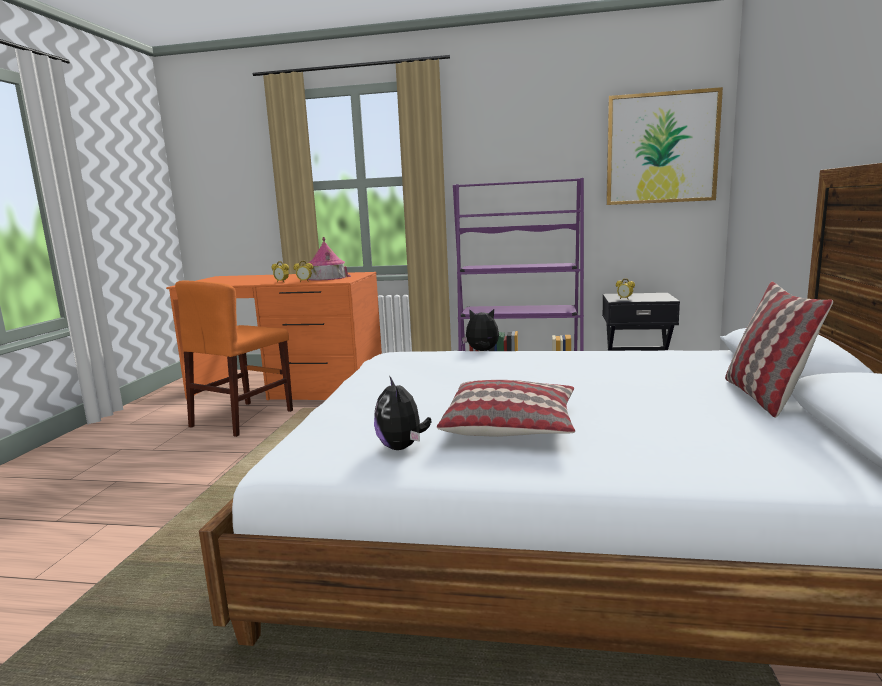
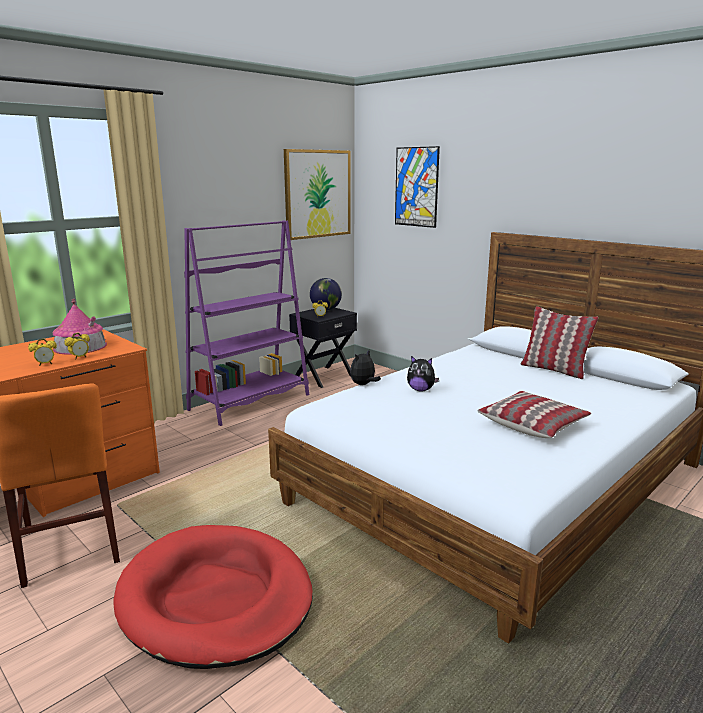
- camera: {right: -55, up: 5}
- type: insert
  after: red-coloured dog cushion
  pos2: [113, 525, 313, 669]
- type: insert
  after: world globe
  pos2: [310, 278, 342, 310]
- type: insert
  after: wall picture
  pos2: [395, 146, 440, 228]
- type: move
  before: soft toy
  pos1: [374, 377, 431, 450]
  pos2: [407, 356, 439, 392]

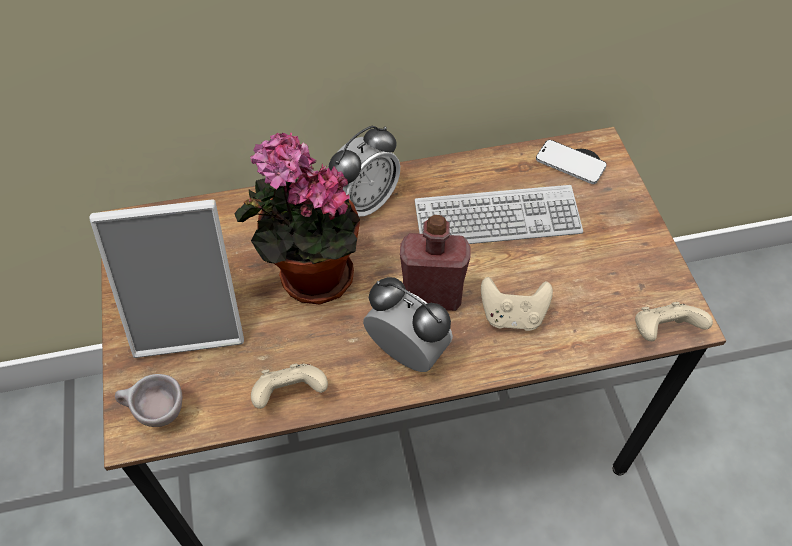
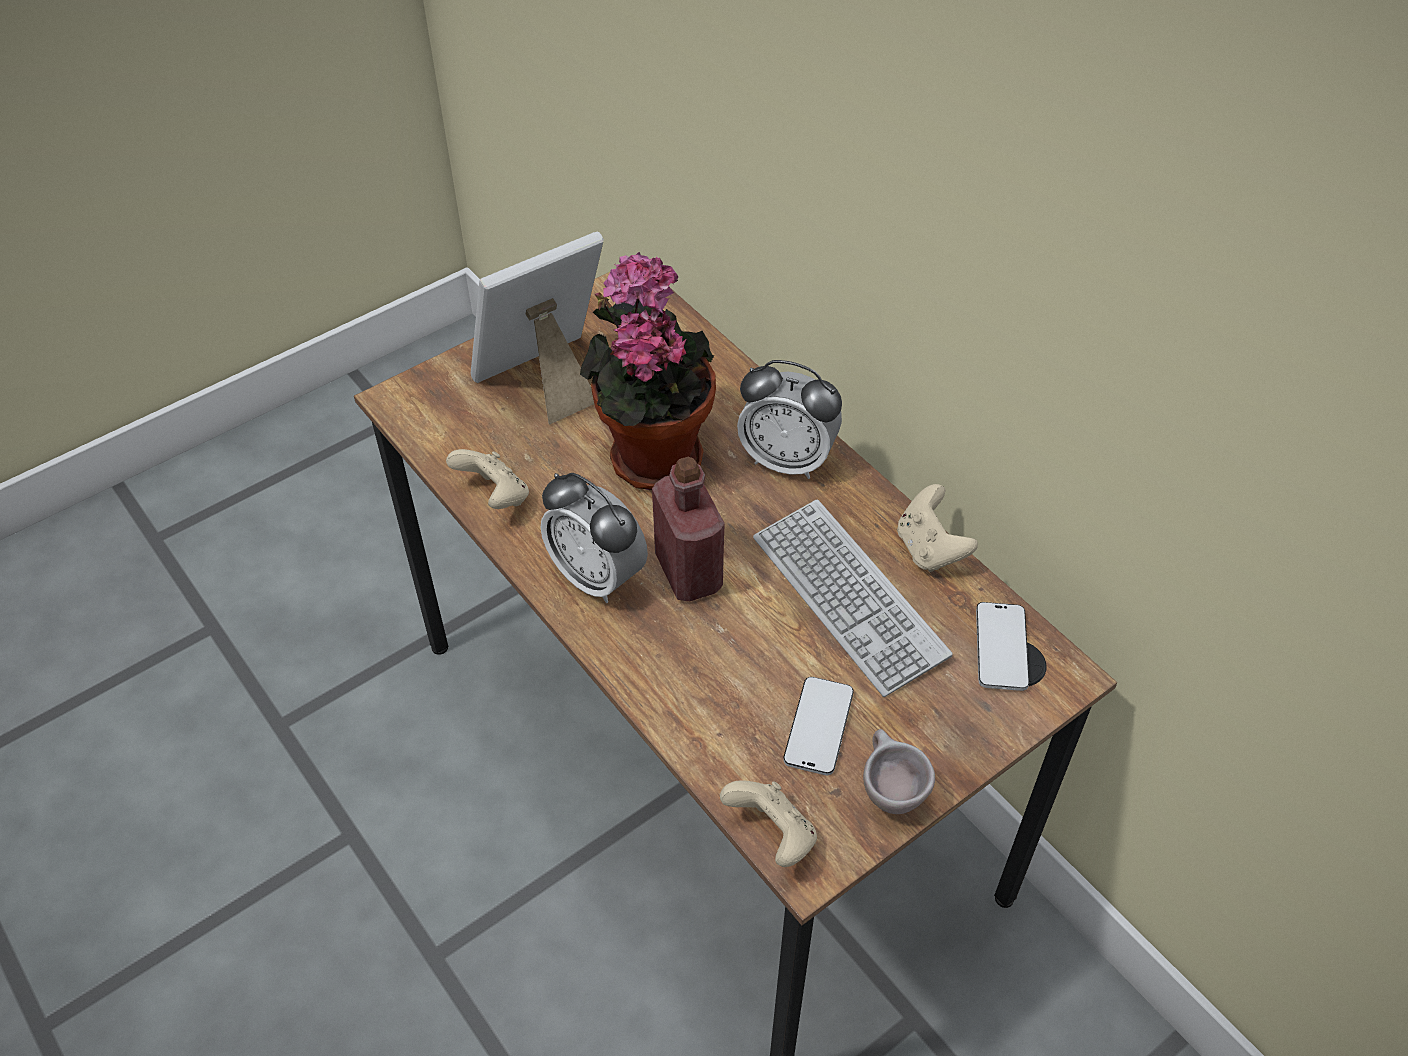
- camera: {right: 65, up: -5}
- type: insert
  after: phone
  pos2: [783, 677, 854, 775]
- type: move
  before: beige cup
  pos1: [115, 374, 182, 427]
  pos2: [863, 729, 935, 814]
- type: move
  before: beige game controller
  pos1: [481, 277, 553, 331]
  pos2: [897, 484, 978, 572]
- type: rotate
  before: picture frame
  pos1: [89, 199, 244, 358]
  pos2: [471, 232, 604, 424]
  turn: 90
- type: rotate
  before: alarm clock
  pos1: [363, 277, 453, 372]
  pos2: [540, 473, 648, 603]
  turn: 120

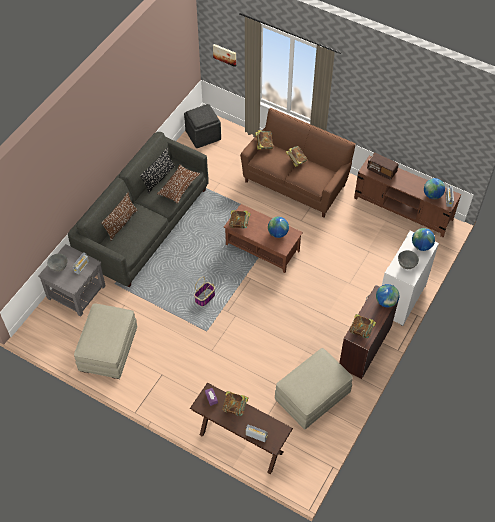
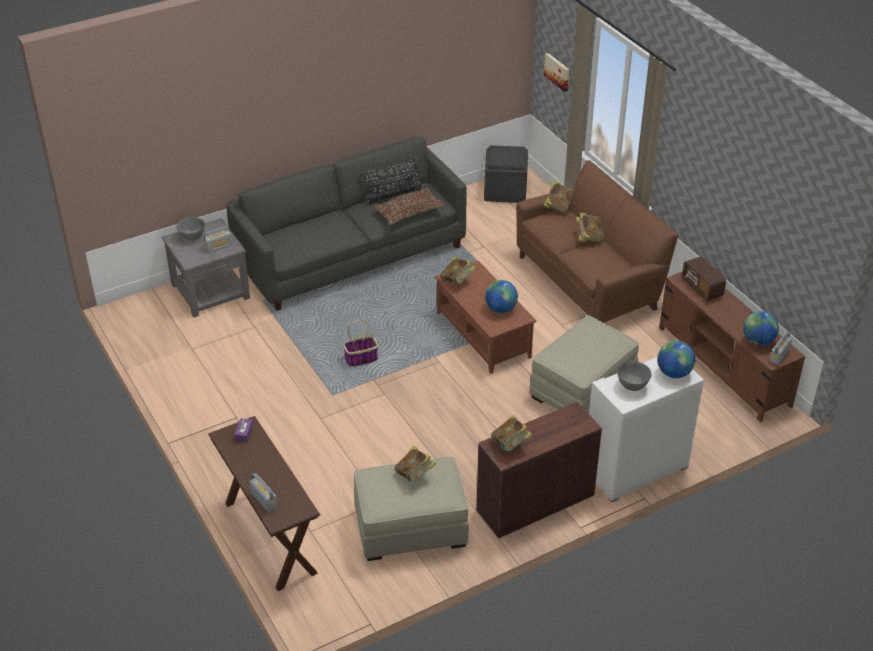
- camera: {right: 30, up: -15}
- type: delete
  before: brown-coloured cushion
  pos1: [101, 193, 137, 240]
- type: delete
  before: world globe
  pos1: [376, 284, 399, 307]
- type: move
  before: beige footrest
  pos1: [74, 303, 137, 379]
  pos2: [529, 315, 639, 414]
- type: move
  before: volume
  pos1: [222, 391, 249, 416]
  pos2: [395, 446, 436, 483]

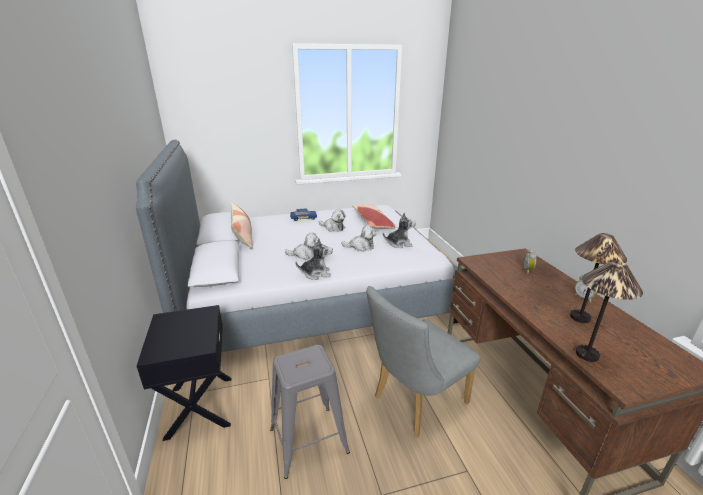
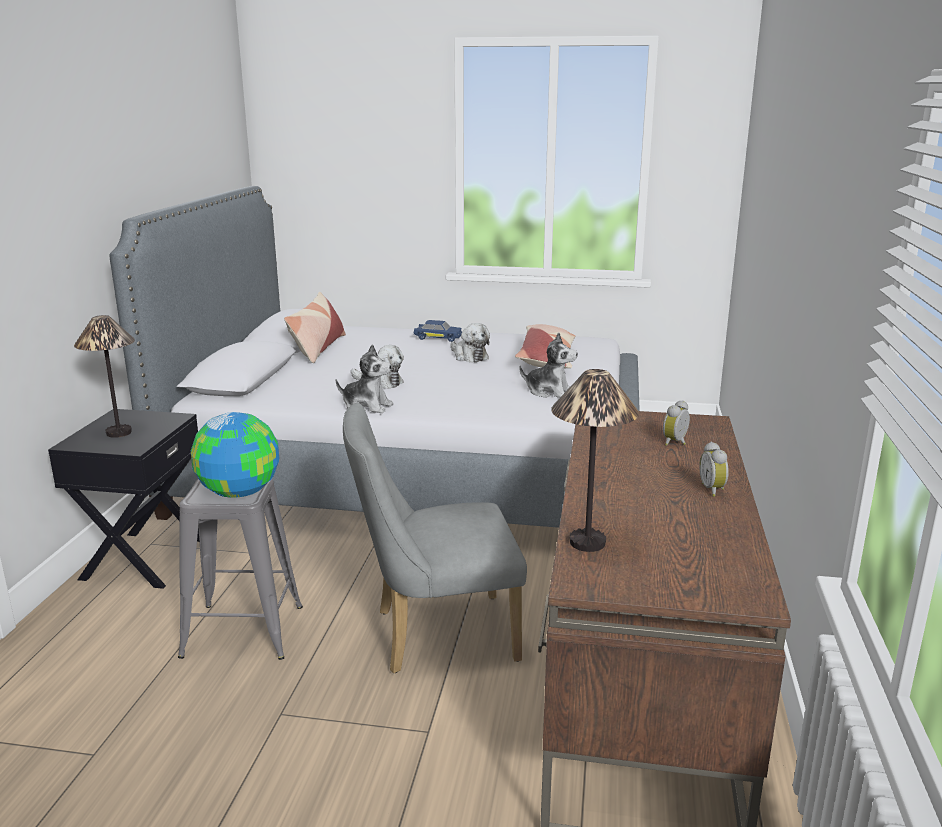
- camera: {right: 25, up: -5}
- type: delete
  before: soft toy
  pos1: [341, 225, 376, 252]
- type: insert
  after: world globe
  pos2: [191, 412, 279, 498]
- type: move
  before: table lamp
  pos1: [570, 233, 627, 323]
  pos2: [74, 315, 135, 438]

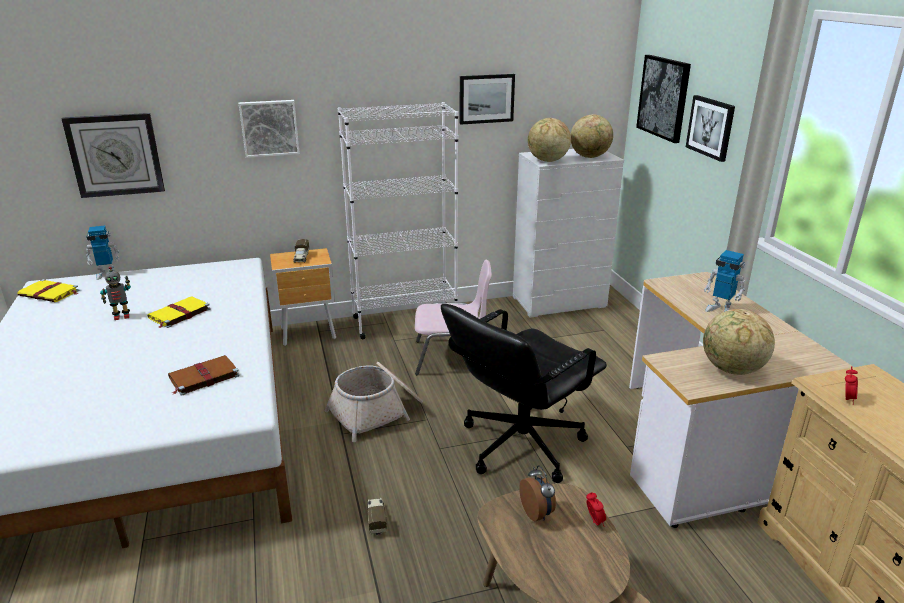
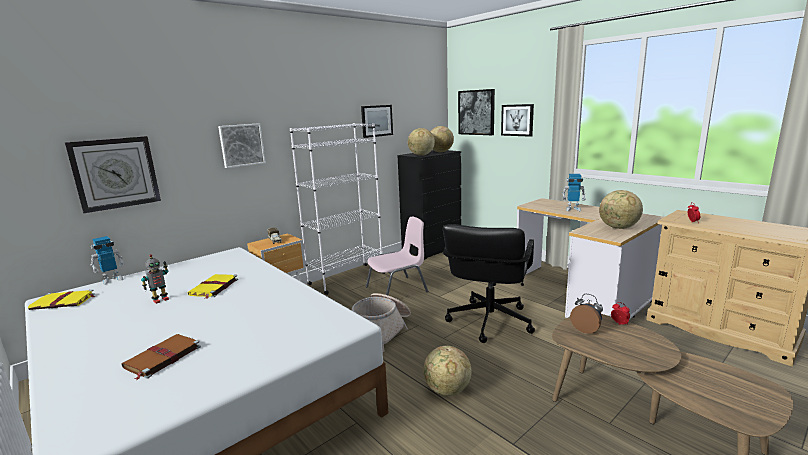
- camera: {right: -25, up: -10}
- type: move
  before: brown-coloured volume
  pos1: [168, 355, 239, 396]
  pos2: [121, 334, 201, 380]
- type: replace
  before: toy truck
  after: world globe
  pos1: [367, 498, 387, 535]
  pos2: [423, 346, 472, 396]
- type: recolor
  before: whitish dresser
  after: black dresser
  pos1: [513, 149, 624, 318]
  pos2: [397, 150, 461, 260]

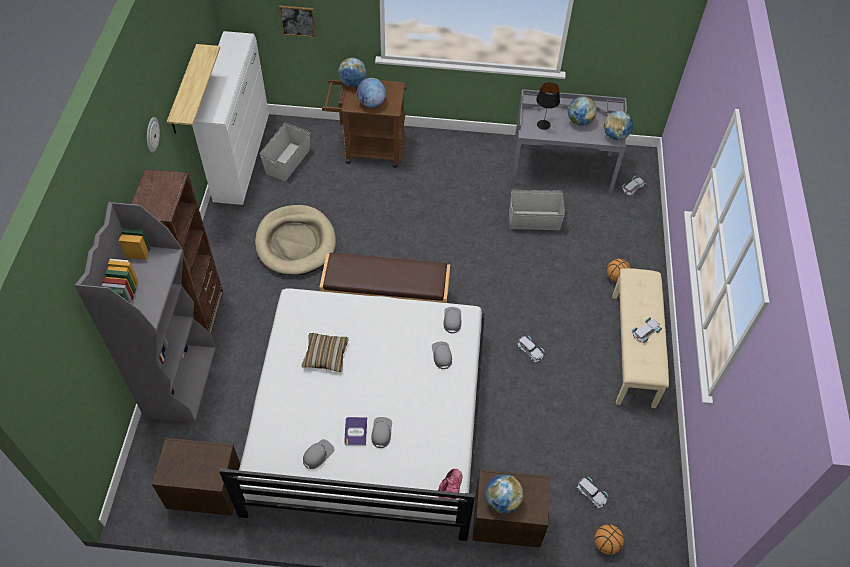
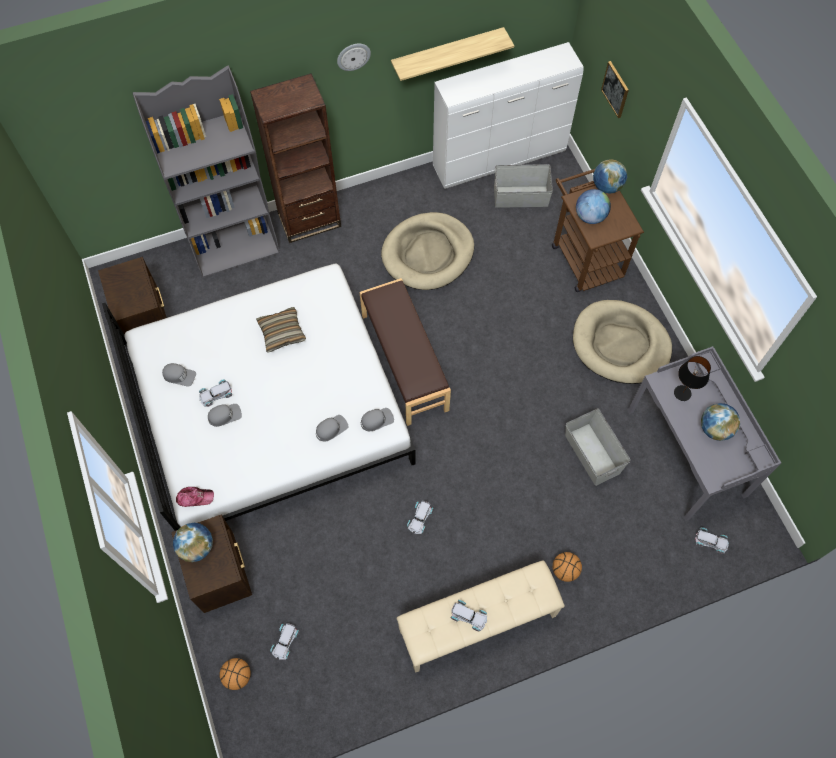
- camera: {right: 65, up: 10}
- type: delete
  before: world globe
  pos1: [604, 111, 634, 140]
- type: insert
  after: beige dog cushion
  pos2: [573, 300, 672, 384]
- type: replace
  before: volume
  after: whitish miniature car
  pos1: [344, 417, 367, 446]
  pos2: [199, 379, 232, 407]

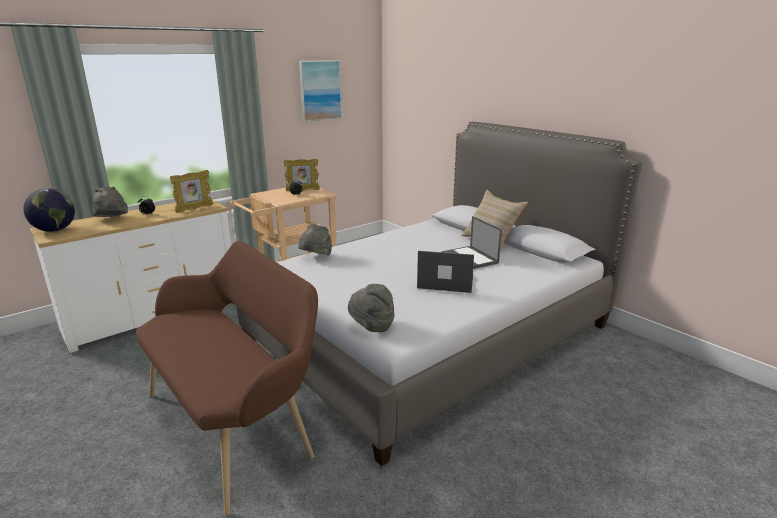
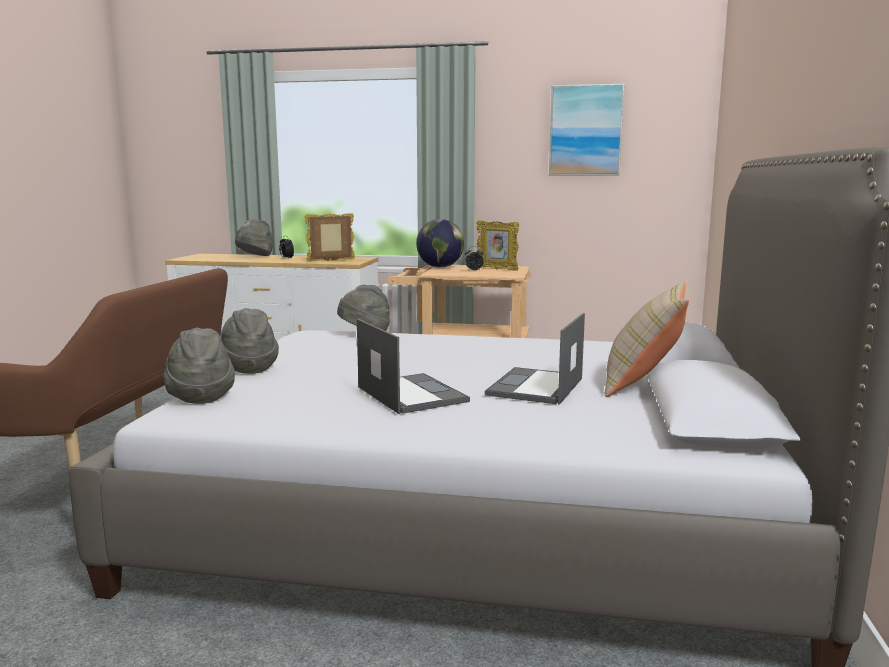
- camera: {right: 50, up: -10}
- type: insert
  after: greyish clothing hat
  pos2: [220, 308, 279, 374]
- type: move
  before: world globe
  pos1: [23, 188, 75, 232]
  pos2: [416, 219, 464, 268]
- type: rotate
  before: picture frame
  pos1: [170, 170, 213, 213]
  pos2: [305, 213, 355, 262]
  turn: 150

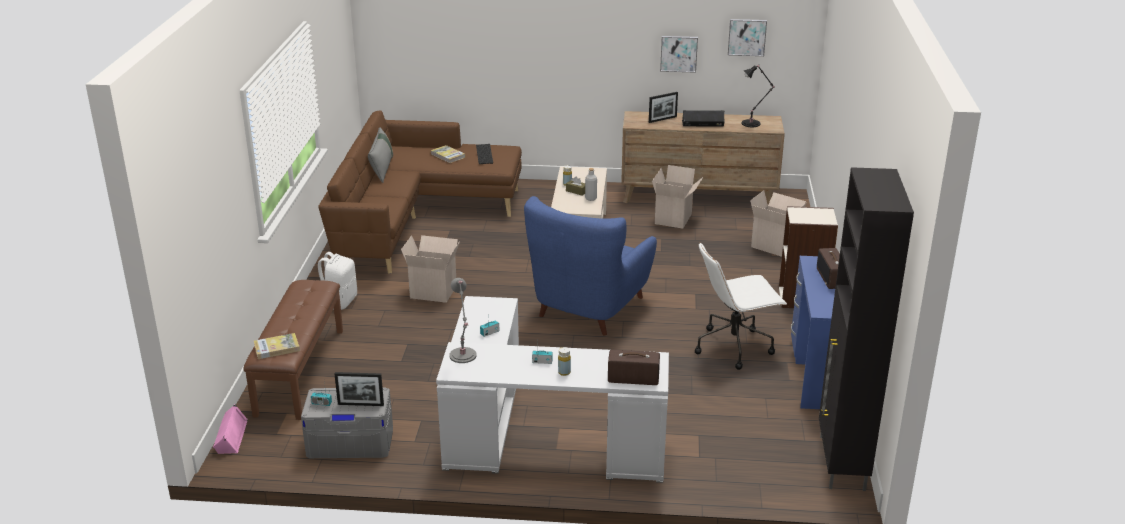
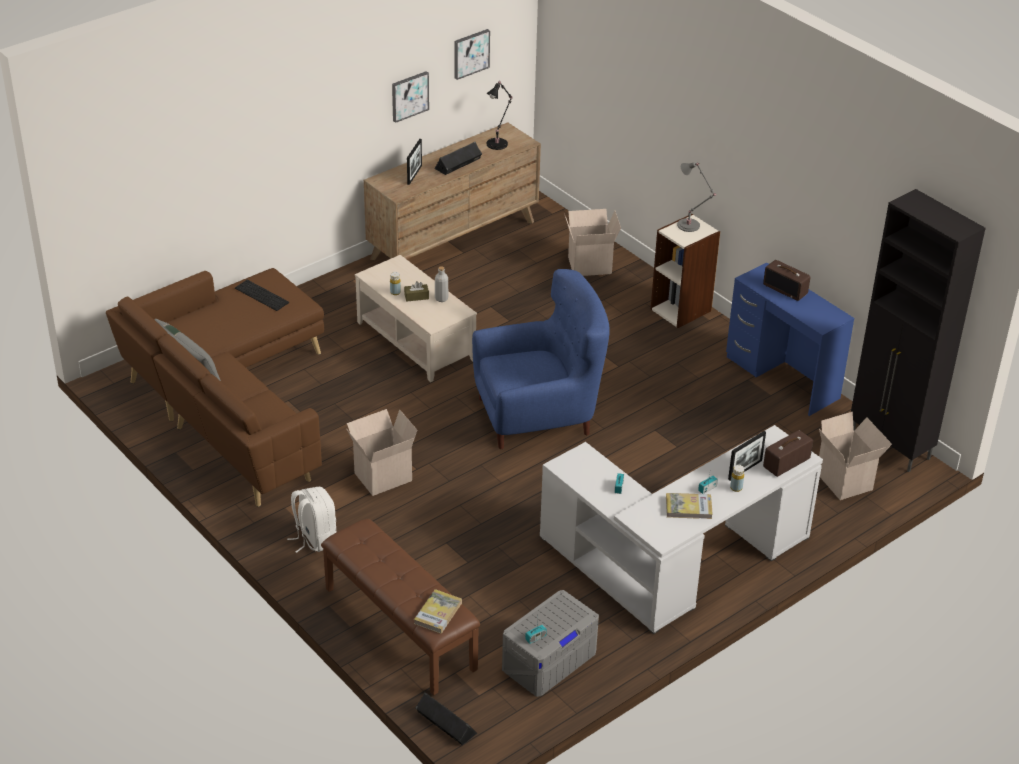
- camera: {right: -45, up: 10}
- type: delete
  before: whitish desk chair
  pos1: [695, 243, 787, 370]
- type: move
  before: picture frame
  pos1: [335, 372, 384, 406]
  pos2: [728, 431, 766, 481]
- type: move
  before: volume
  pos1: [431, 145, 465, 163]
  pos2: [666, 493, 713, 519]
- type: move
  before: greyish table lamp
  pos1: [449, 278, 477, 363]
  pos2: [677, 162, 716, 232]
- type: move
  before: carton
  pos1: [652, 165, 703, 229]
  pos2: [819, 412, 892, 500]
- type: recolor
  before: pink loudspeaker
  after: black loudspeaker
  pos1: [213, 404, 248, 454]
  pos2: [415, 692, 478, 745]
- type: rotate
  before: blue armchair
  pos1: [524, 196, 657, 335]
  pos2: [472, 269, 610, 449]
  turn: -90

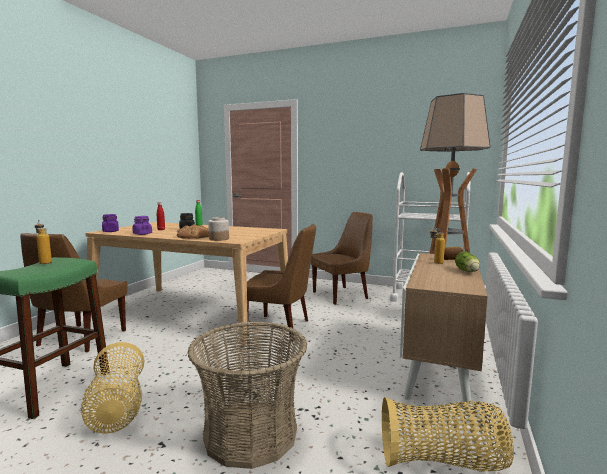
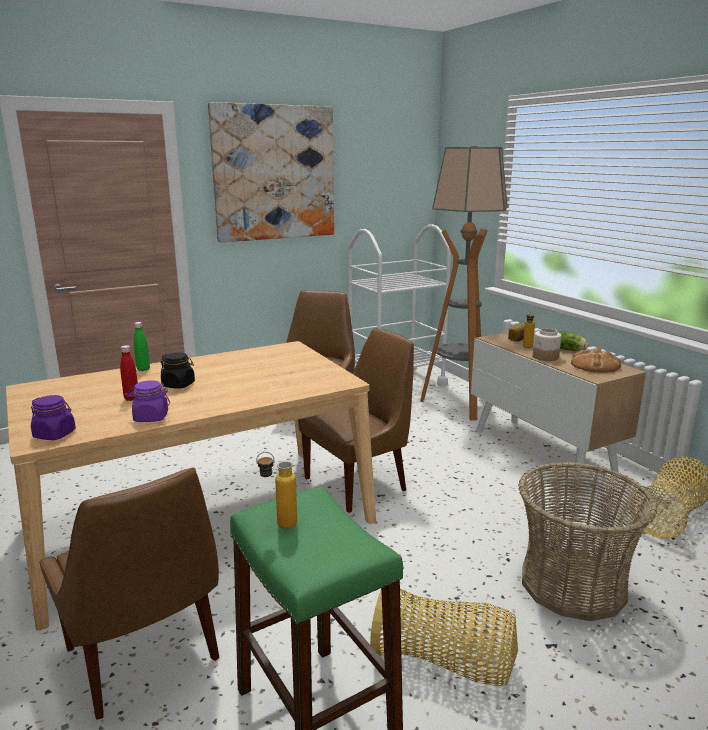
- camera: {right: -50, up: 10}
- type: insert
  after: wall picture
  pos2: [208, 102, 334, 242]
- type: move
  before: bread
  pos1: [177, 224, 209, 239]
  pos2: [571, 348, 621, 373]
- type: move
  before: jar
  pos1: [208, 217, 229, 241]
  pos2: [533, 328, 562, 361]

